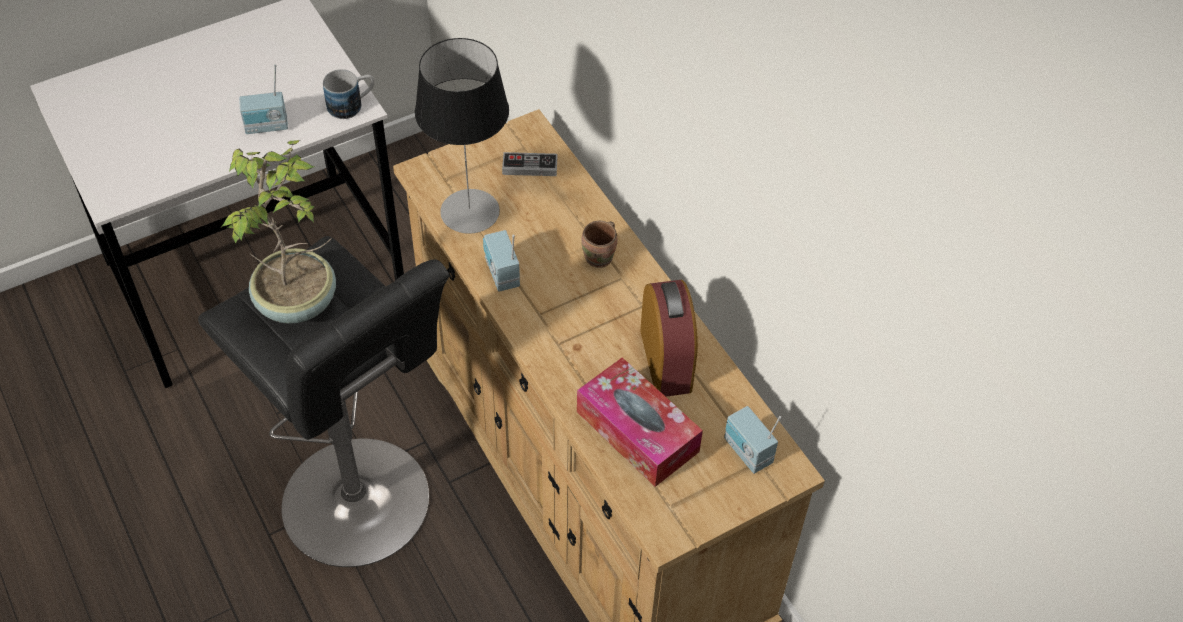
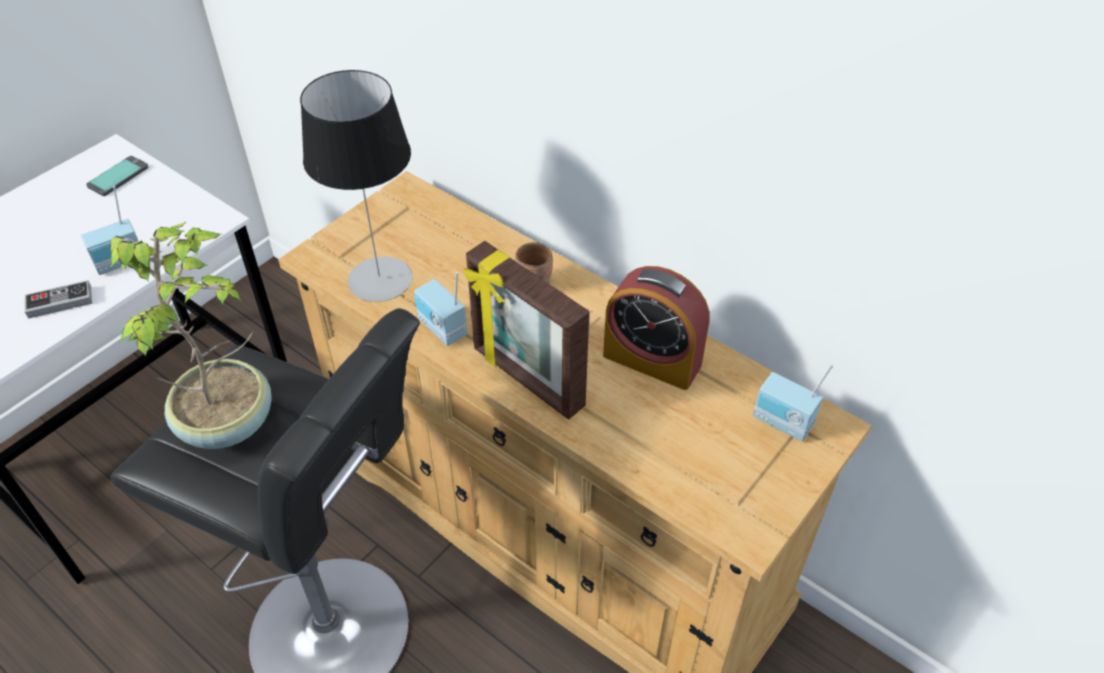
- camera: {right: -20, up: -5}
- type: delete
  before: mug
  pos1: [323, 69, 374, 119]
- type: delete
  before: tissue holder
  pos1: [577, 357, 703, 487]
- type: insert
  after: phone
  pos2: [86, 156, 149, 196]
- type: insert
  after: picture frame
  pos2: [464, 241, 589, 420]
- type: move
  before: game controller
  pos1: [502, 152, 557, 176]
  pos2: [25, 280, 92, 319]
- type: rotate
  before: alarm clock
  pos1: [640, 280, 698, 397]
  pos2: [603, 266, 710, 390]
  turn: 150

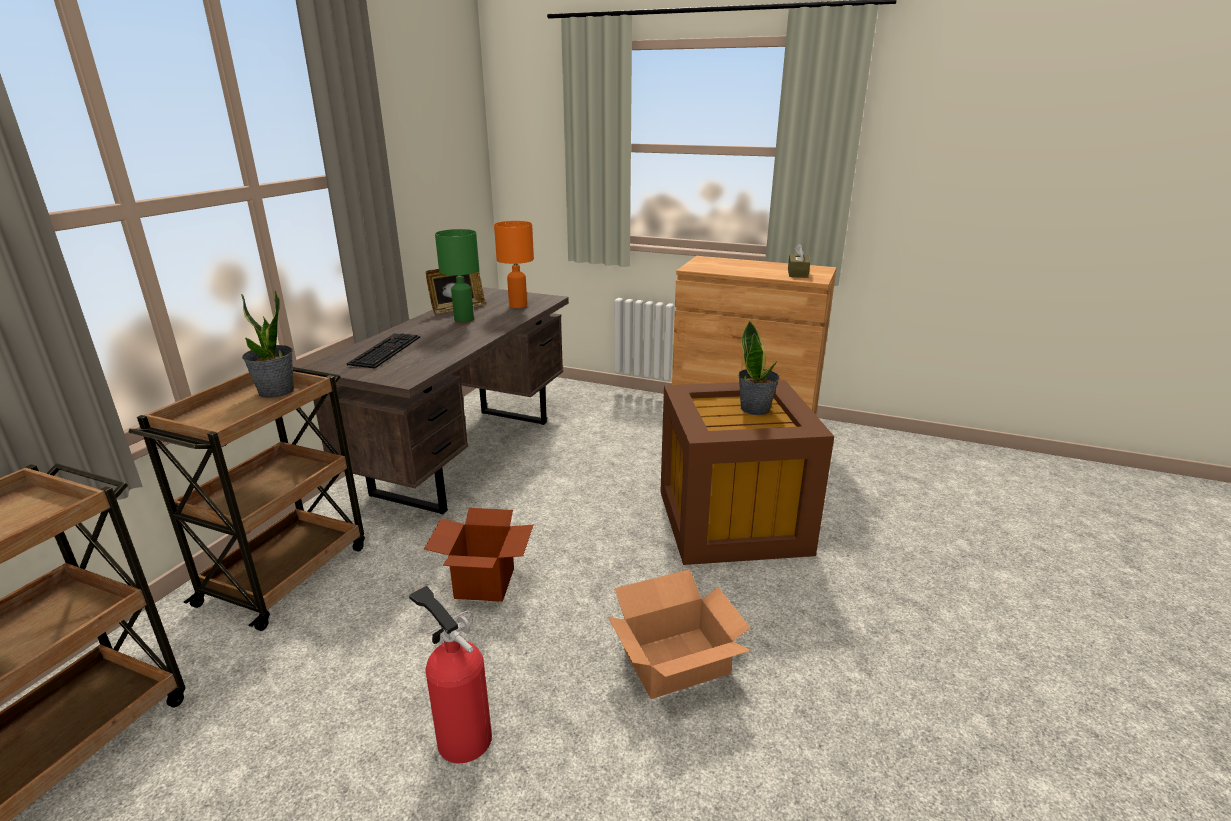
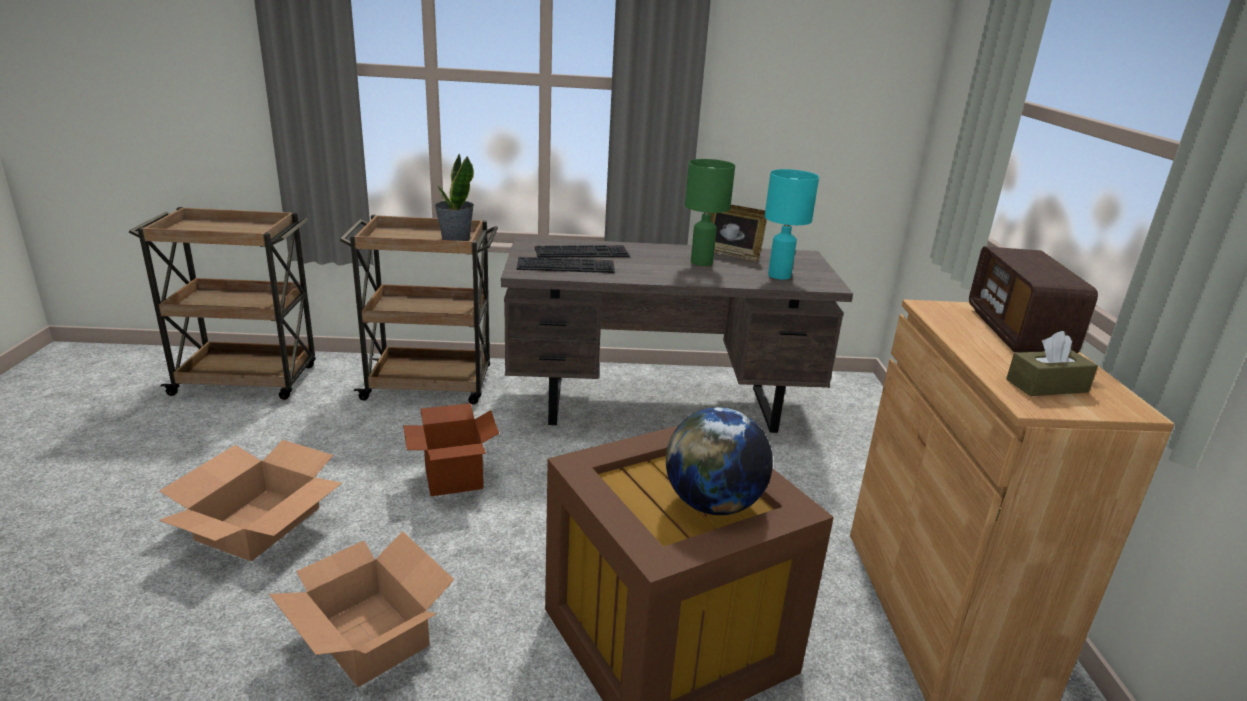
- camera: {right: 65, up: 0}
- type: insert
  after: keyboard
  pos2: [517, 257, 615, 273]
- type: insert
  after: radio receiver
  pos2: [969, 246, 1098, 353]
- type: replace
  before: fire extinguisher
  after: carton
  pos1: [409, 586, 492, 763]
  pos2: [159, 440, 342, 561]
- type: replace
  before: houseplant
  after: world globe
  pos1: [738, 321, 780, 415]
  pos2: [666, 407, 773, 515]
- type: recolor
  before: orange-coloured table lamp
  after: blue-green table lamp
  pos1: [494, 221, 534, 308]
  pos2: [764, 169, 819, 280]

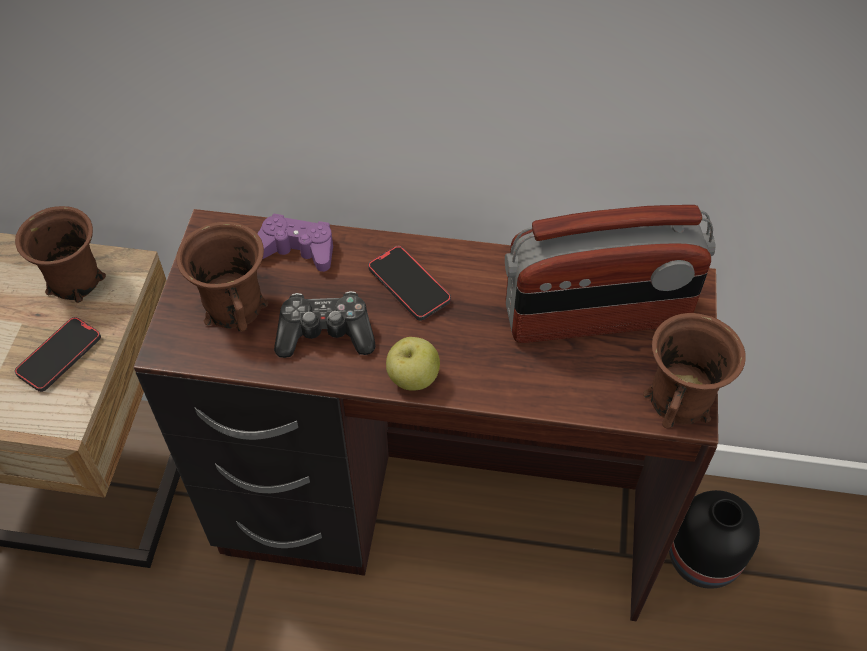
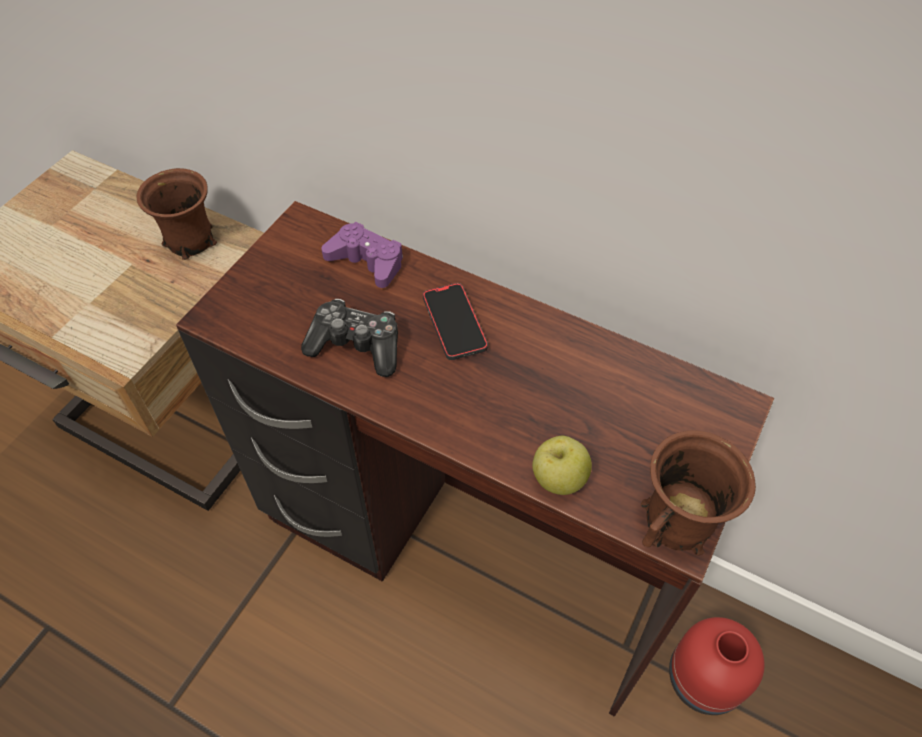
- camera: {right: 20, up: 0}
- type: delete
  before: phone
  pos1: [15, 317, 101, 392]
- type: delete
  before: brown-coloured mug
  pos1: [176, 222, 268, 332]
- type: delete
  before: radio receiver
  pos1: [505, 205, 716, 343]
- type: move
  before: apple fruit
  pos1: [386, 337, 440, 391]
  pos2: [532, 436, 592, 495]
- type: recolor
  before: black decorative vase
  after: red-coloured decorative vase
  pos1: [669, 490, 760, 589]
  pos2: [669, 617, 765, 715]

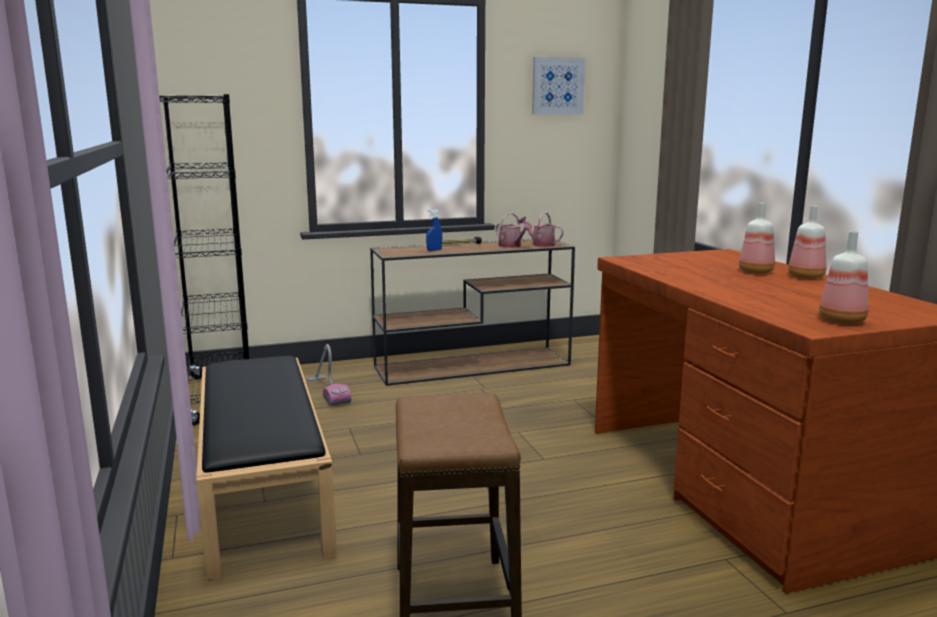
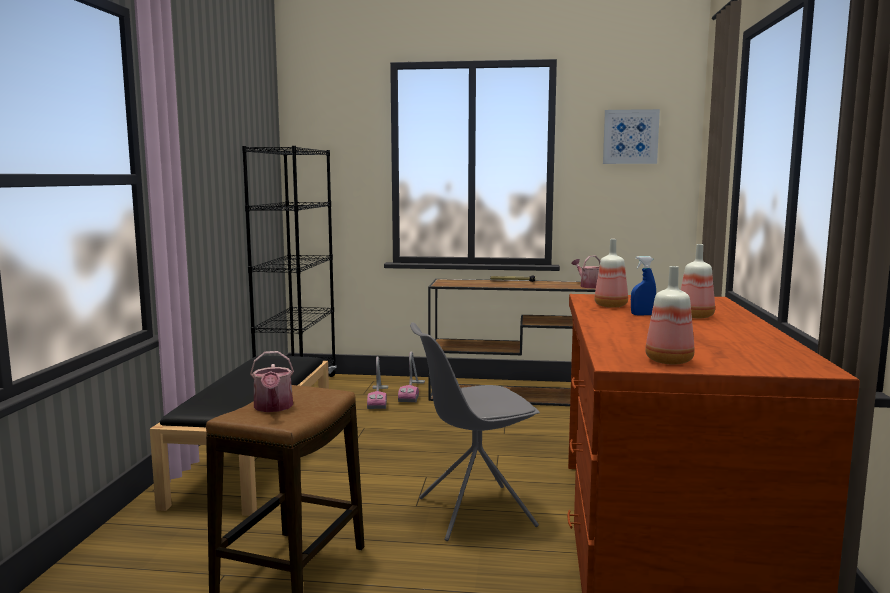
- camera: {right: 25, up: -5}
- type: insert
  after: vacuum
  pos2: [398, 351, 425, 403]
- type: insert
  after: greyish plain chair
  pos2: [410, 323, 540, 541]
- type: move
  before: blue hand sprayer
  pos1: [426, 209, 442, 251]
  pos2: [631, 256, 656, 316]
- type: move
  before: watering pot
  pos1: [496, 213, 532, 248]
  pos2: [250, 351, 294, 412]
- type: move
  before: drink bottle
  pos1: [788, 205, 826, 279]
  pos2: [594, 239, 628, 308]

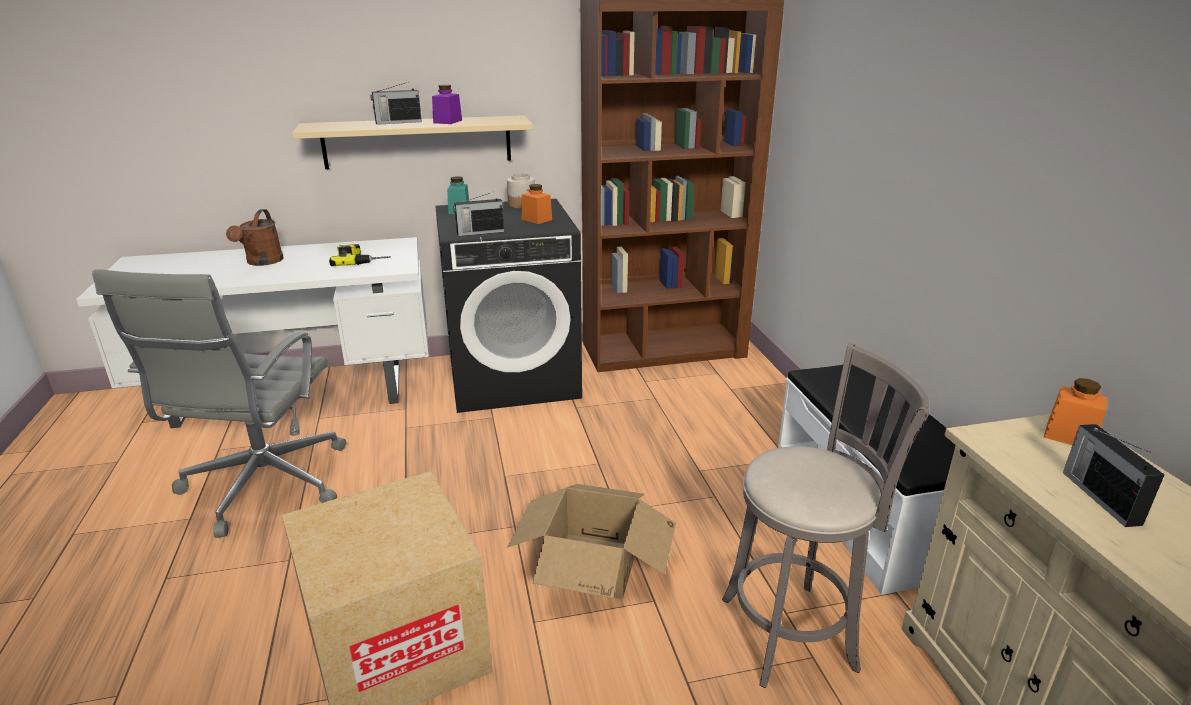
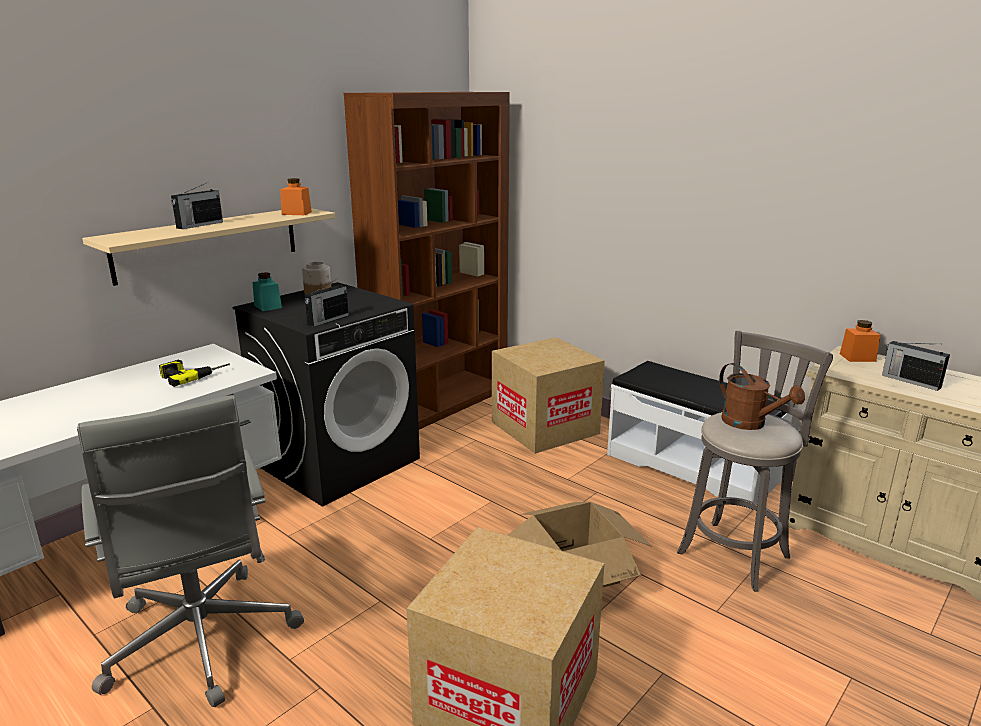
- camera: {right: -35, up: -5}
- type: delete
  before: purple jar
  pos1: [432, 85, 462, 124]
- type: insert
  after: carton
  pos2: [492, 337, 605, 454]
- type: move
  before: brown-coloured watering pot
  pos1: [226, 209, 283, 266]
  pos2: [719, 363, 805, 430]
- type: move
  before: orange-coloured jar
  pos1: [522, 184, 552, 224]
  pos2: [280, 178, 312, 215]

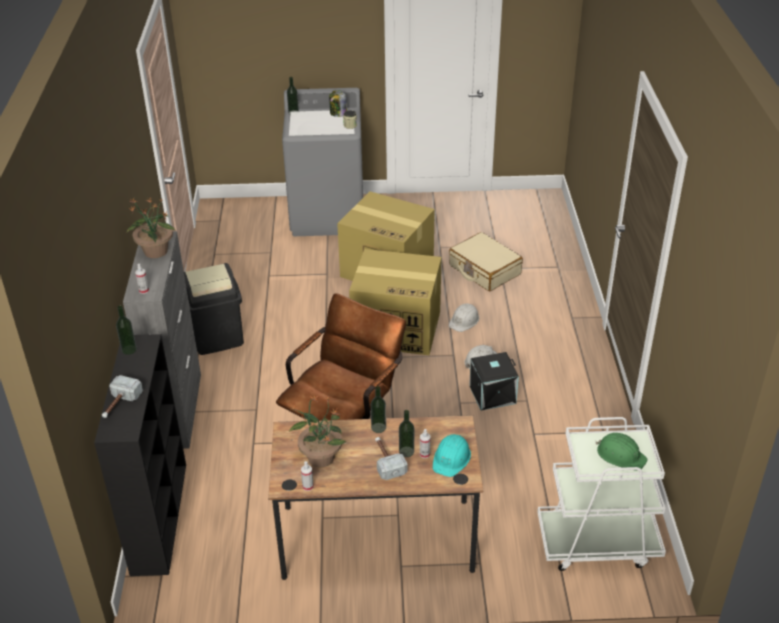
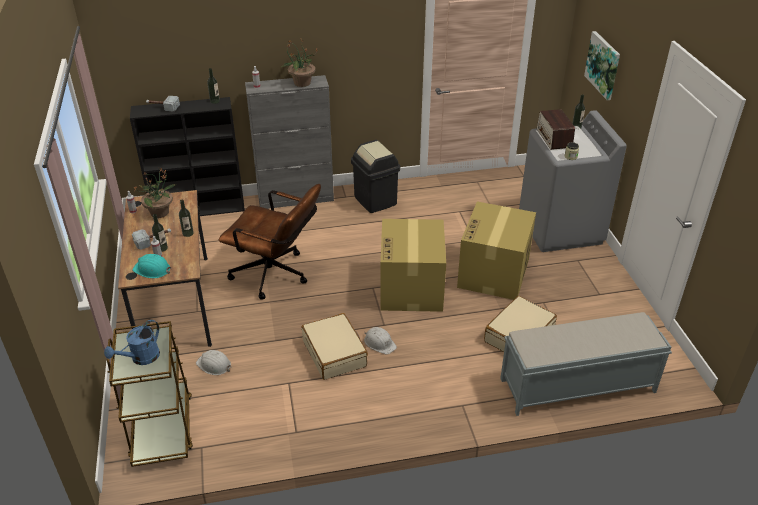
- camera: {right: 80, up: 0}
- type: delete
  before: jar
  pos1: [329, 90, 347, 117]
- type: insert
  after: greyish indoor bench
  pos2: [500, 312, 672, 416]
- type: insert
  after: radio receiver
  pos2: [537, 109, 575, 150]
- type: insert
  after: wall picture
  pos2: [584, 31, 620, 100]
- type: move
  before: whitish hard hat
  pos1: [449, 303, 479, 332]
  pos2: [196, 350, 231, 375]
- type: replace
  before: black storage container
  after: beige piece of luggage
  pos1: [469, 352, 519, 411]
  pos2: [301, 313, 368, 380]
- type: replace
  before: green-coloured hard hat
  after: blue watering pot
  pos1: [596, 433, 647, 471]
  pos2: [104, 320, 160, 365]
- type: recolor
  before: whitish cart
  after: brown-coloured cart
  pos1: [537, 417, 666, 571]
  pos2: [107, 321, 193, 467]

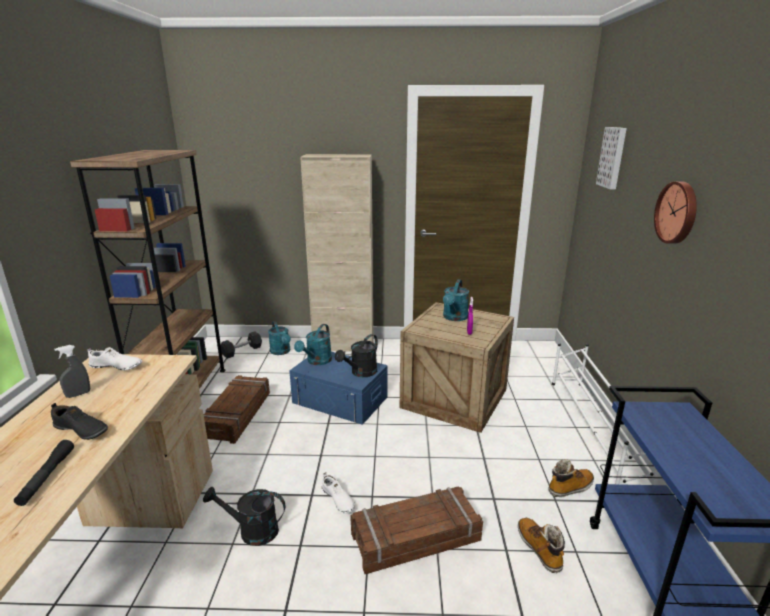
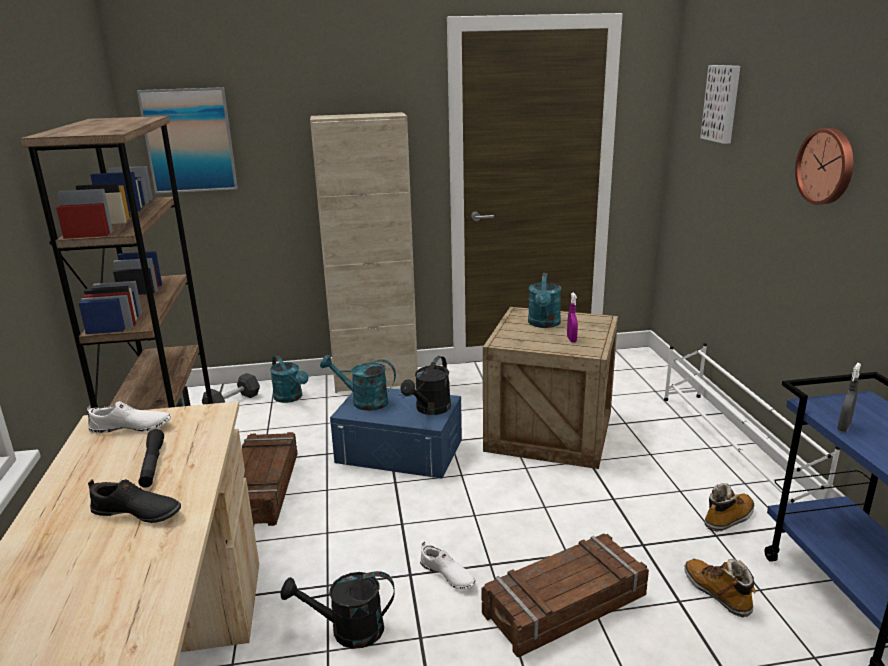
- camera: {right: -10, up: 0}
- type: insert
  after: wall picture
  pos2: [137, 87, 238, 194]
- type: move
  before: black torch
  pos1: [14, 440, 74, 506]
  pos2: [139, 429, 164, 488]
- type: move
  before: greyish hand sprayer
  pos1: [54, 345, 90, 398]
  pos2: [837, 363, 861, 432]
- type: rotate
  before: blue-green watering pot
  pos1: [294, 324, 332, 365]
  pos2: [320, 355, 396, 411]
  turn: 90

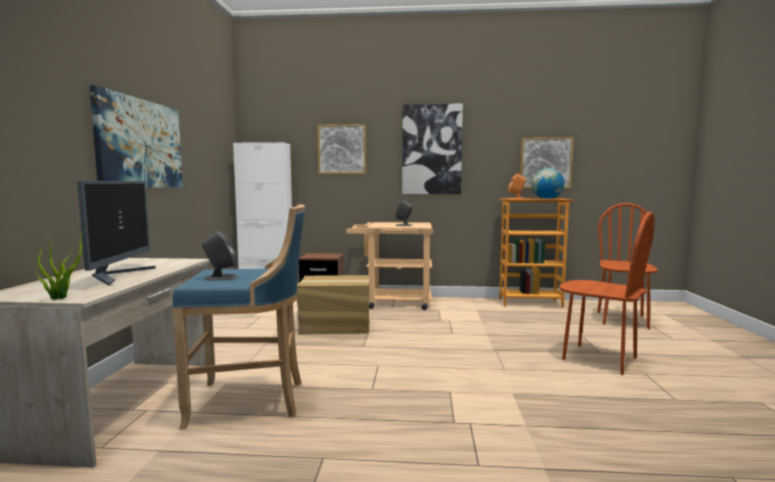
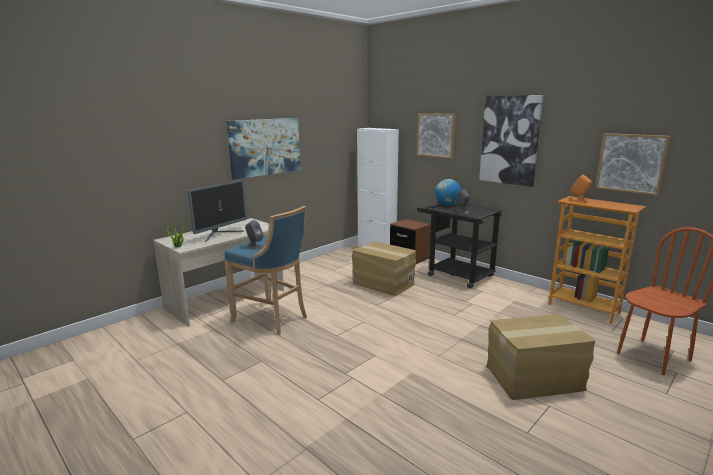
- camera: {right: 40, up: 10}
- type: move
  before: world globe
  pos1: [532, 168, 564, 199]
  pos2: [435, 179, 461, 205]
- type: replace
  before: brown-coloured plain chair
  after: carton
  pos1: [559, 212, 655, 375]
  pos2: [486, 314, 595, 400]
- type: recolor
  before: beige cart
  after: black cart
  pos1: [346, 222, 433, 310]
  pos2: [417, 202, 502, 289]

